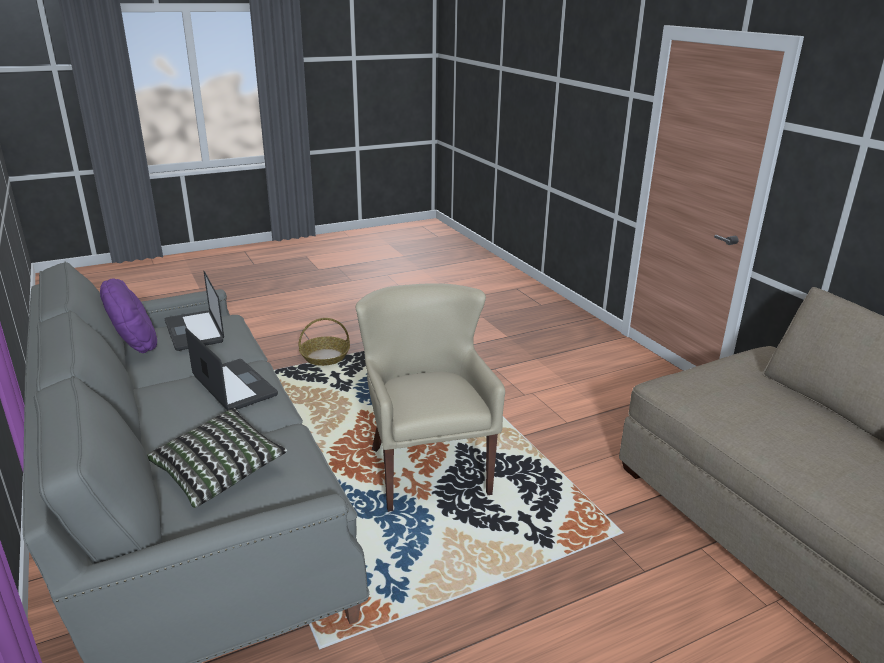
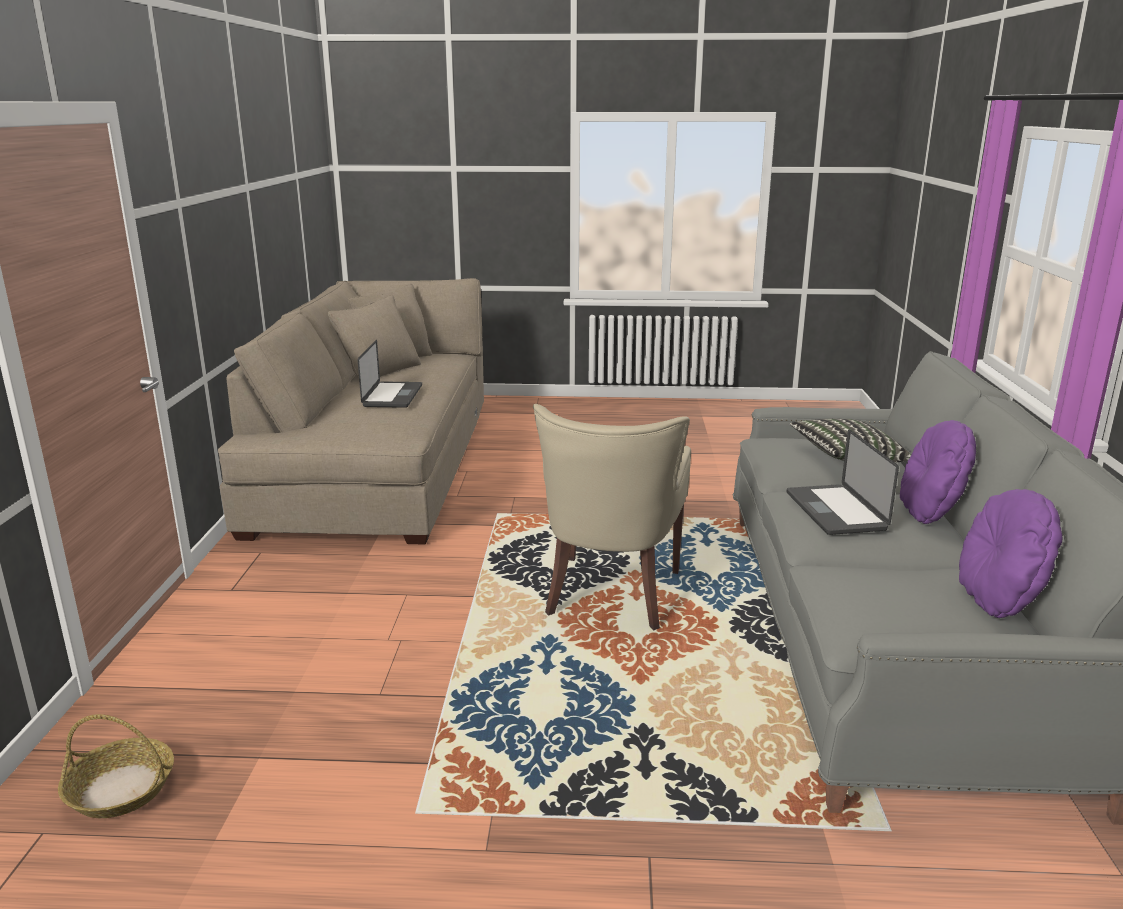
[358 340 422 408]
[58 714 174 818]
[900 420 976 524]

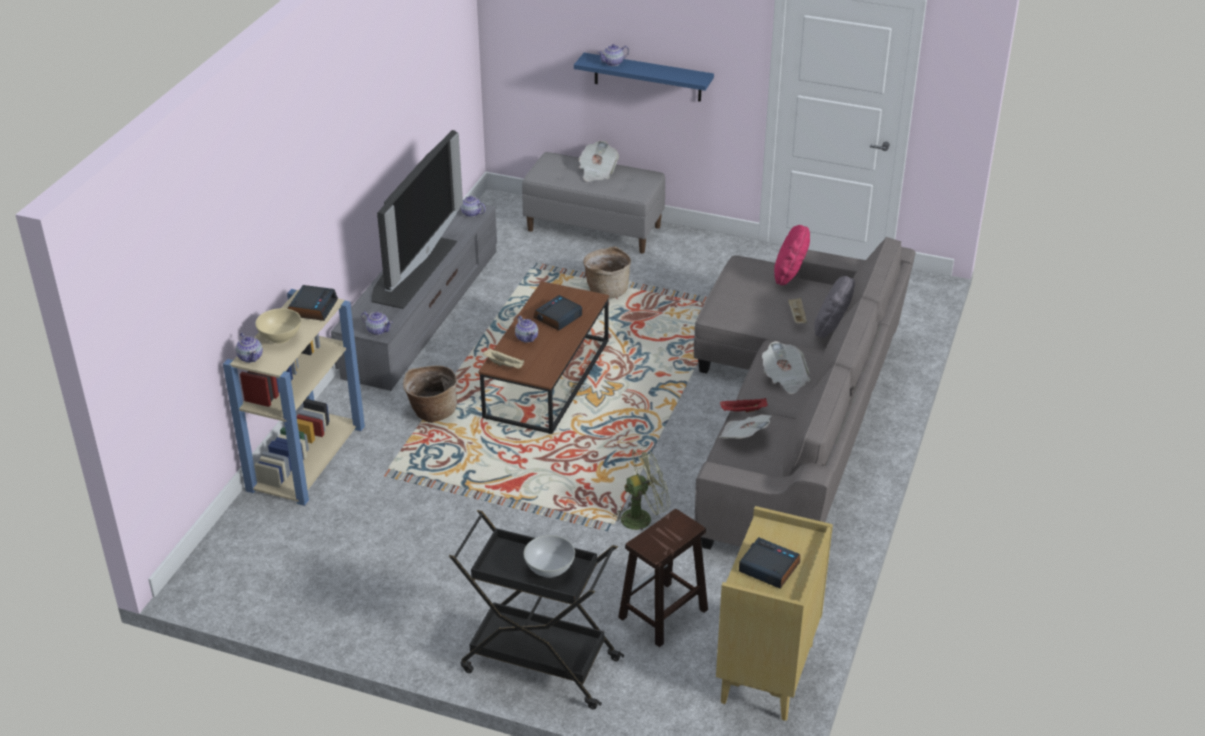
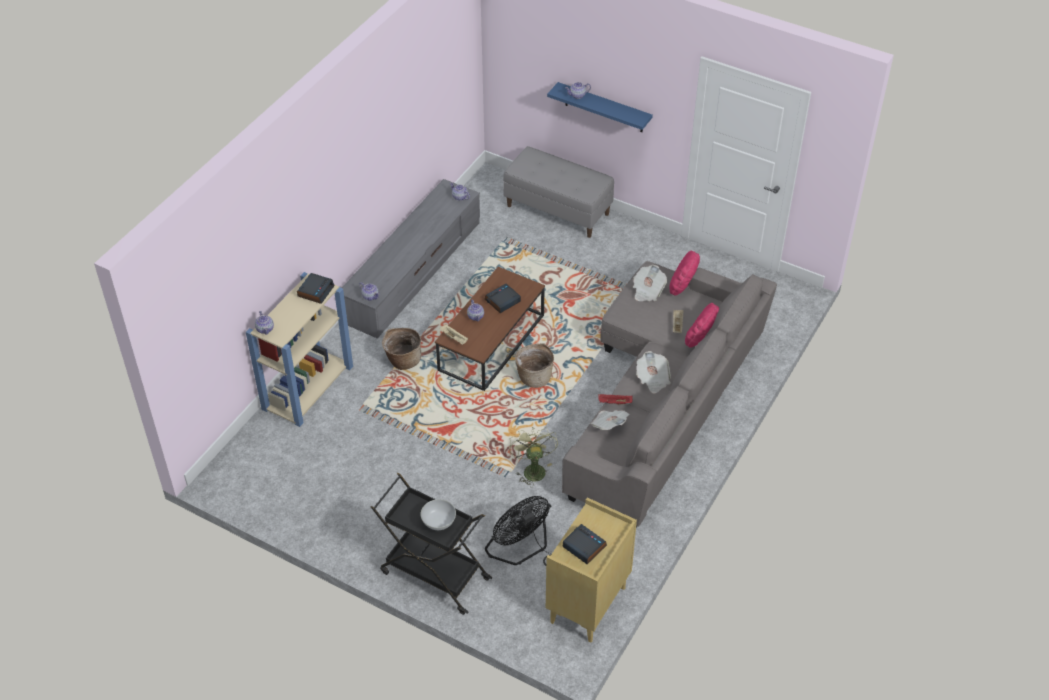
[372 130 463 309] (first image)
[633 265 667 301]
[515 343 554 388]
[685 303 719 347]
[255 308 301 343] (first image)
[509 427 558 487]
[485 496 552 566]

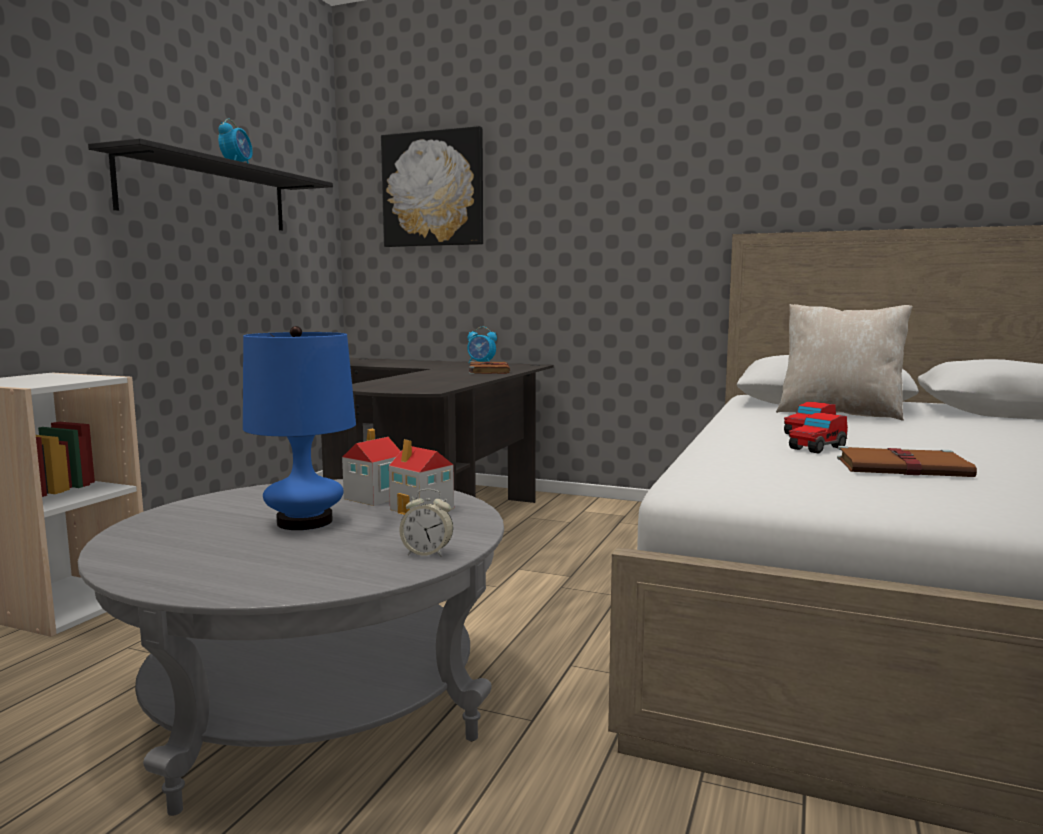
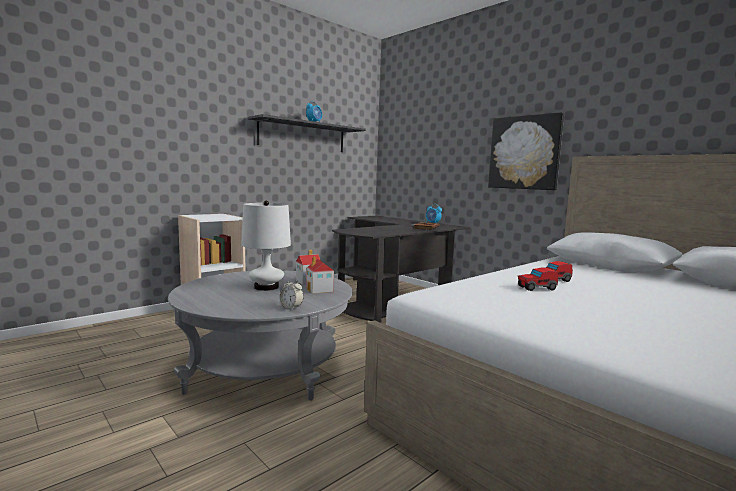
[488 112 564 190]
[776 304 913 421] (first image)
[241 201 291 291]
[837 446 977 477] (first image)

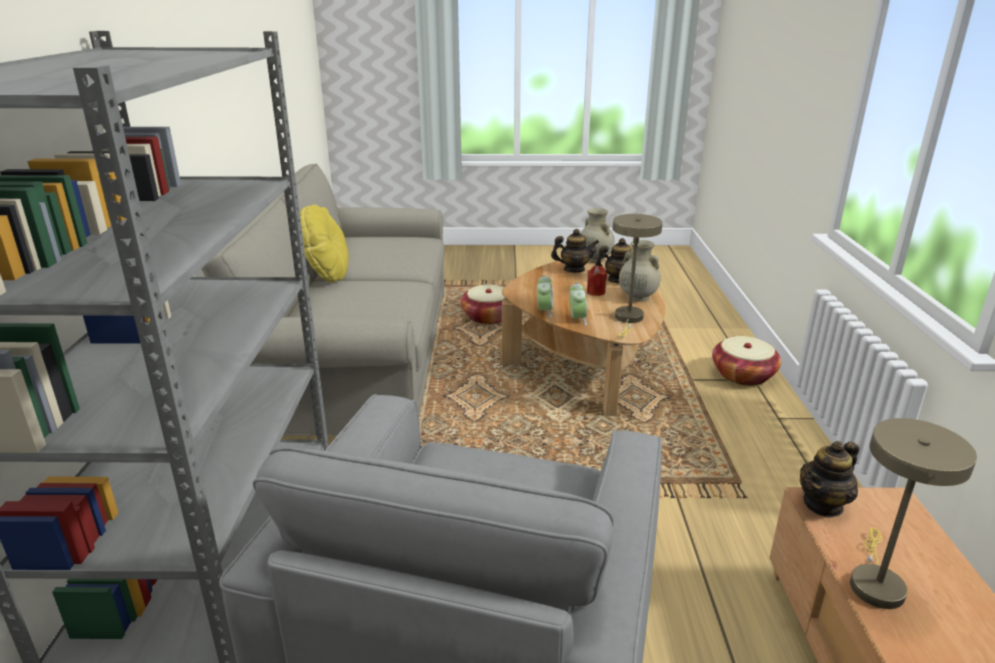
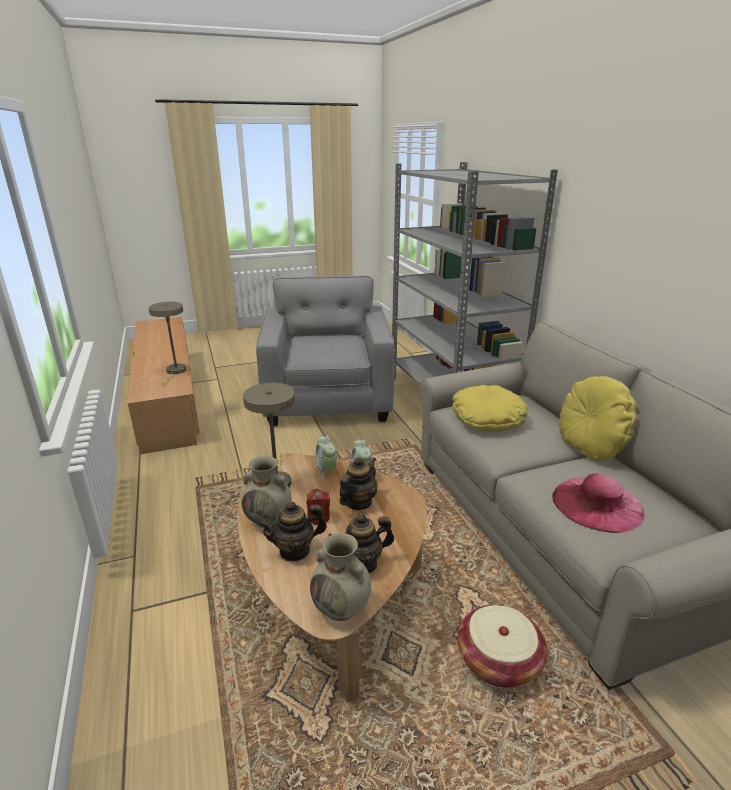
[712 336 781 386] (first image)
[339 457 377 510]
[452 385 528 432]
[552 474 645 533]

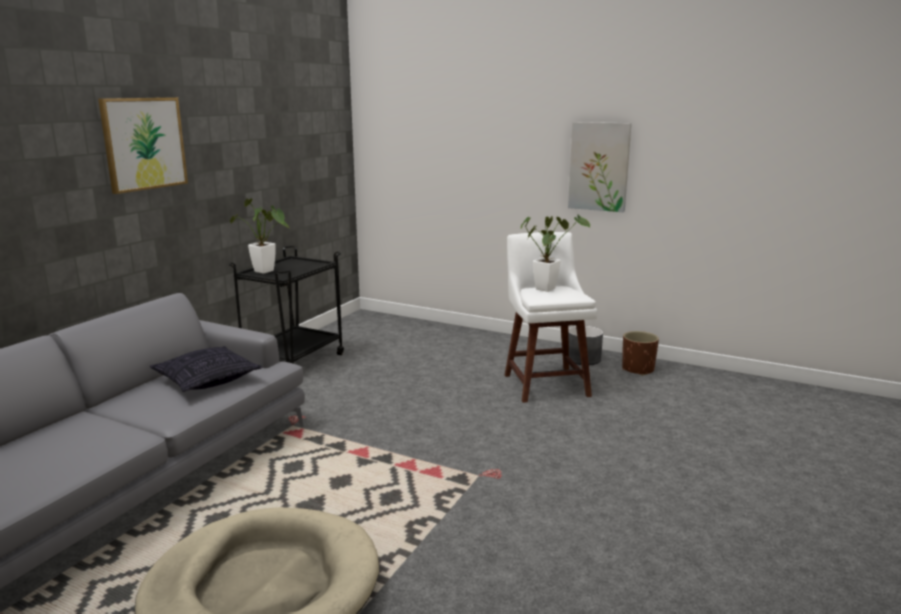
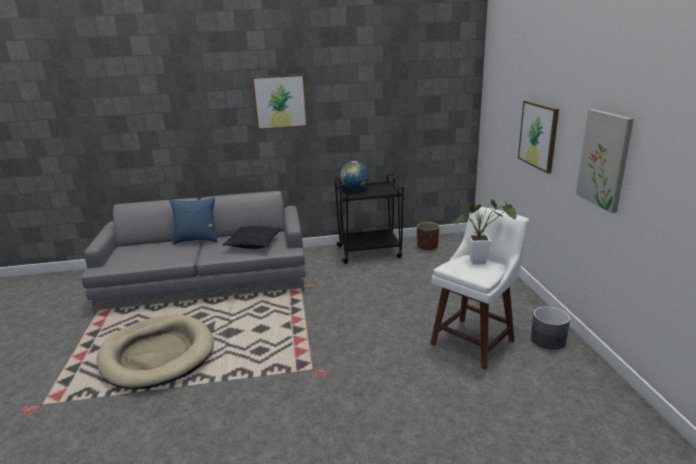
[340 161 369 190]
[417 222 440 250]
[518 100 559 174]
[169 197 218 244]

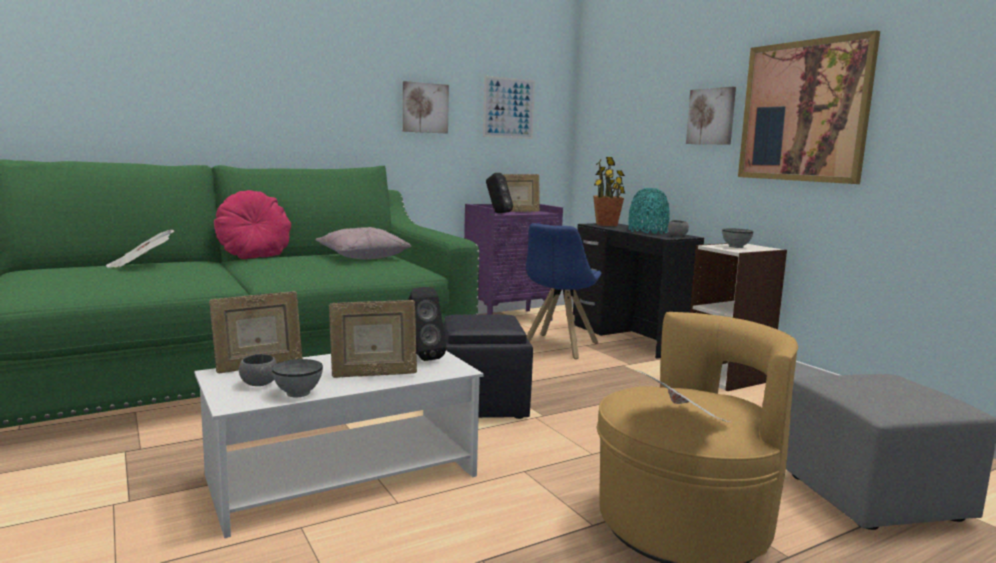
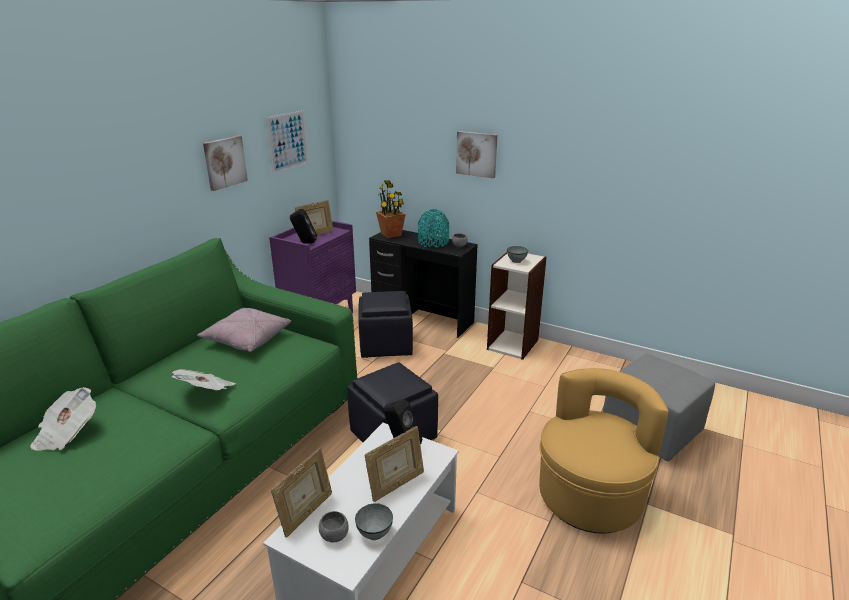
[738 30 880 184] (first image)
[214 190 291 259] (first image)
[358 291 413 358]
[171 369 236 390]

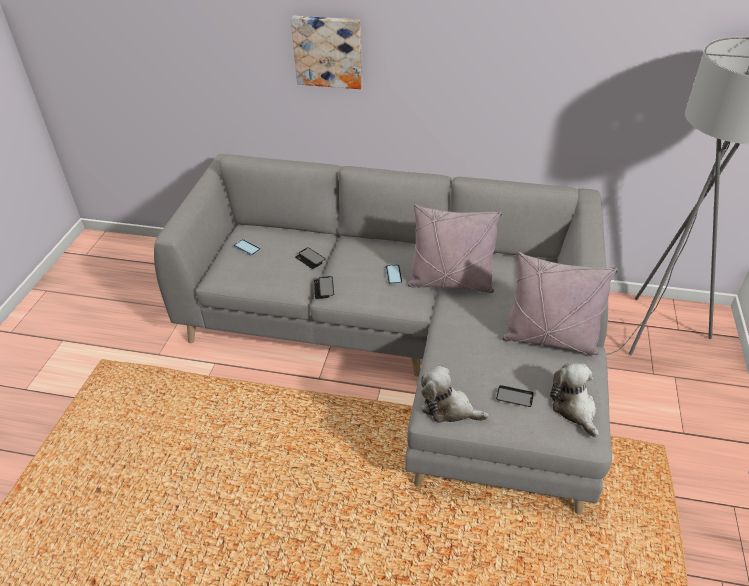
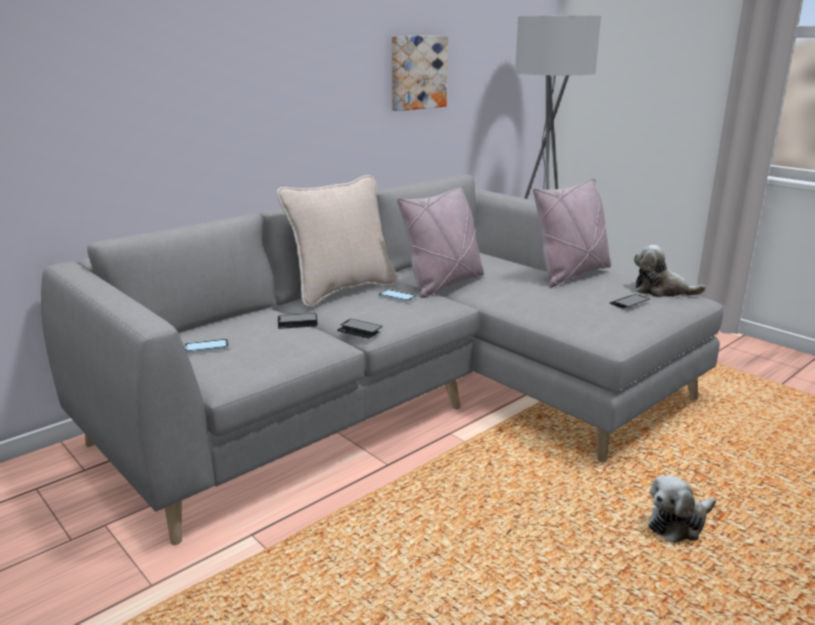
[392 36 448 111]
[648 475 716 543]
[277 175 397 307]

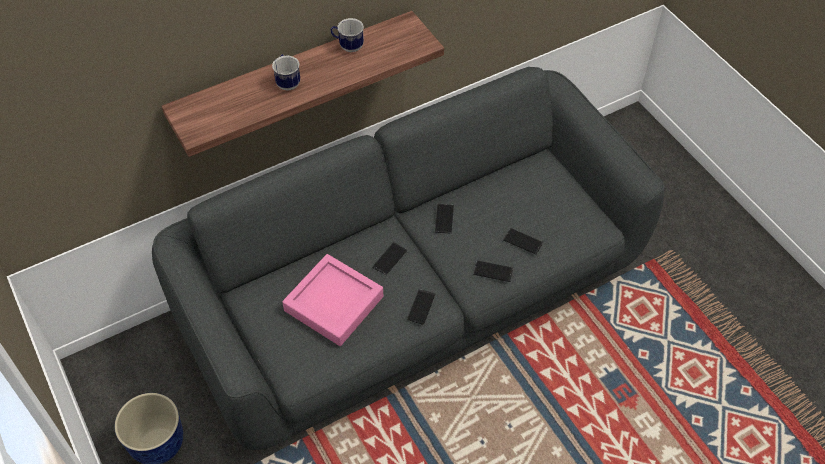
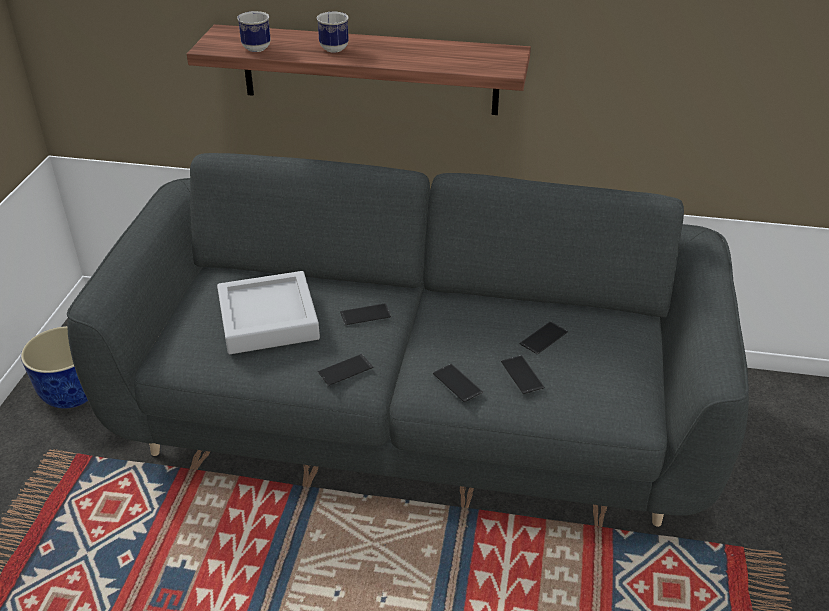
[237 11 271 52]
[519 321 568 355]
[217 271 320 354]

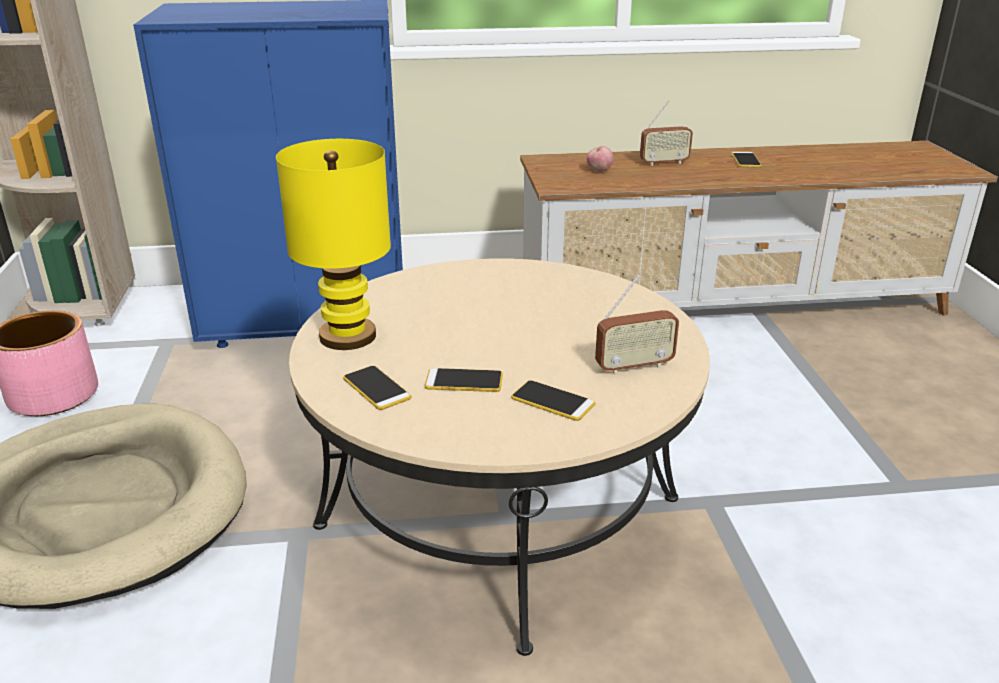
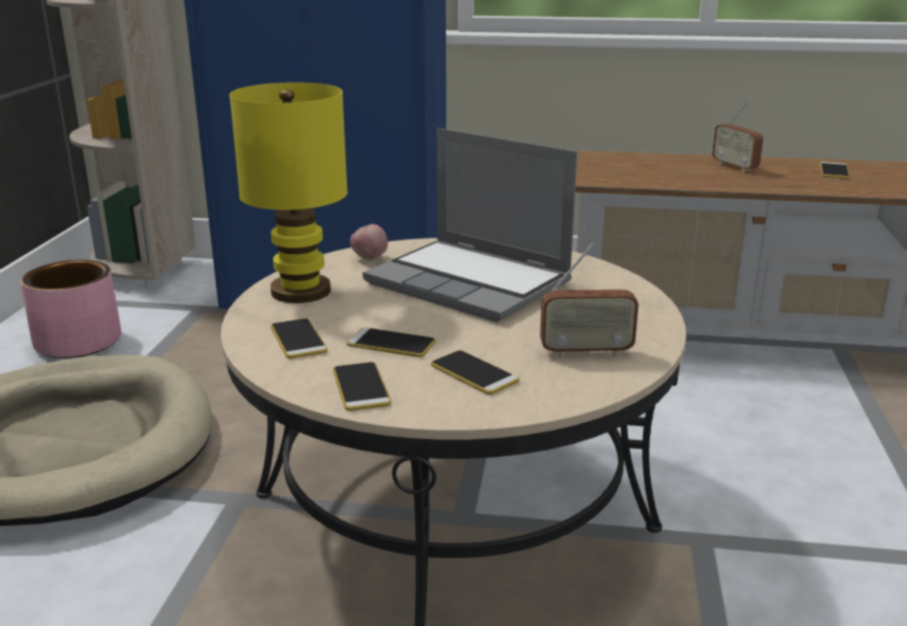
[712 98 763 172]
[350 224 388 260]
[363 128 577 322]
[333 362 391 411]

